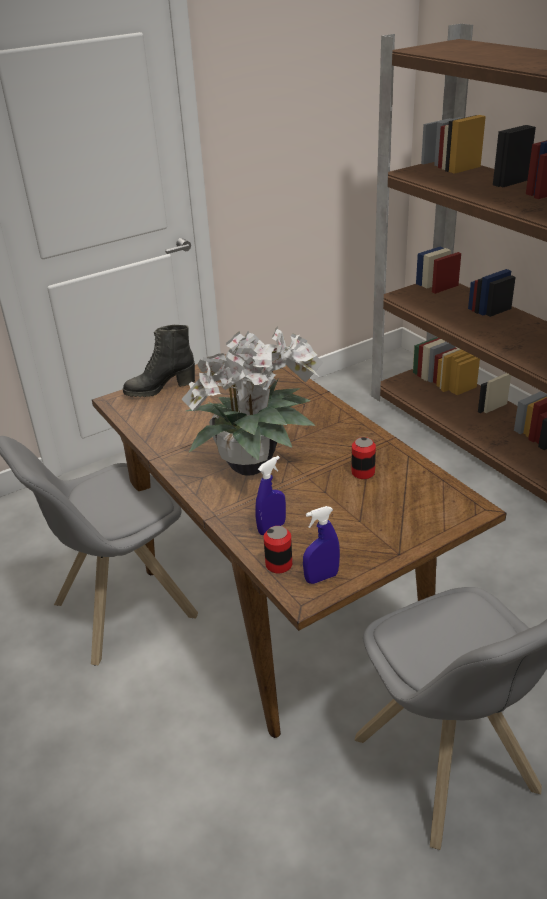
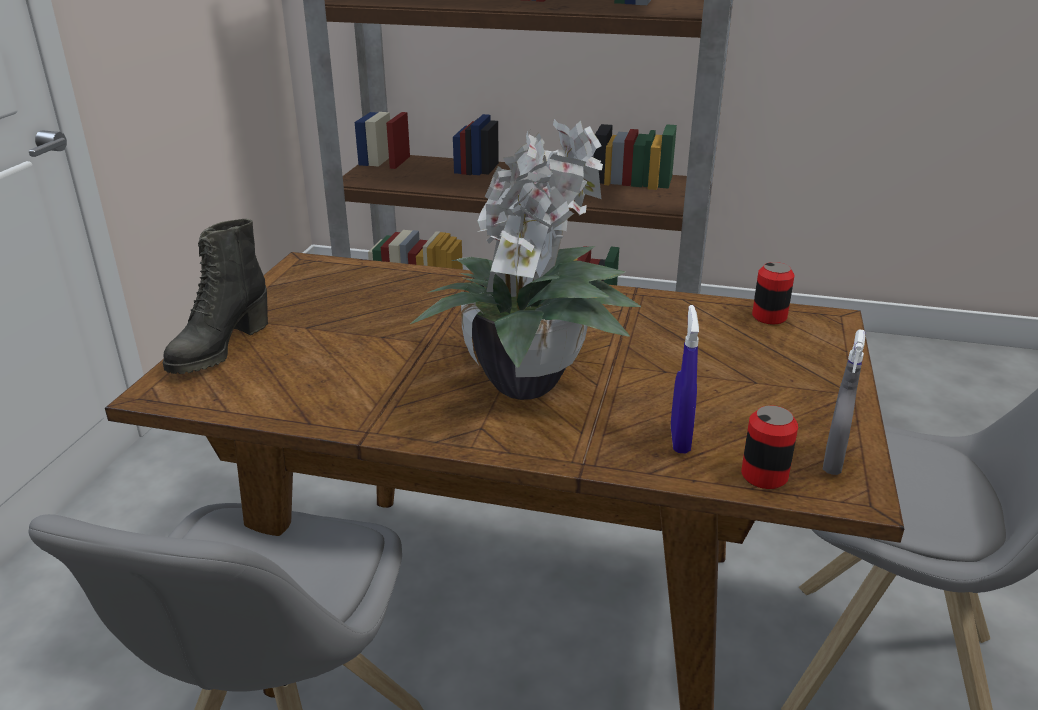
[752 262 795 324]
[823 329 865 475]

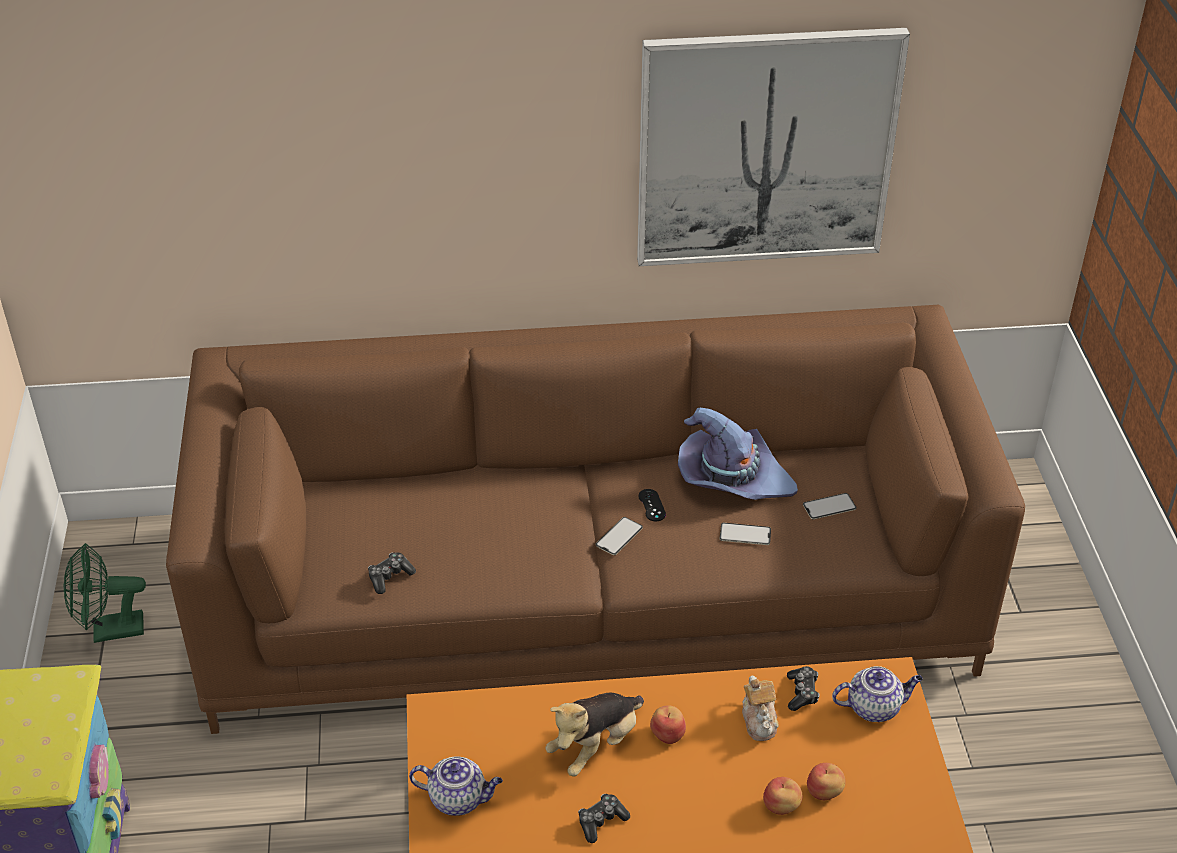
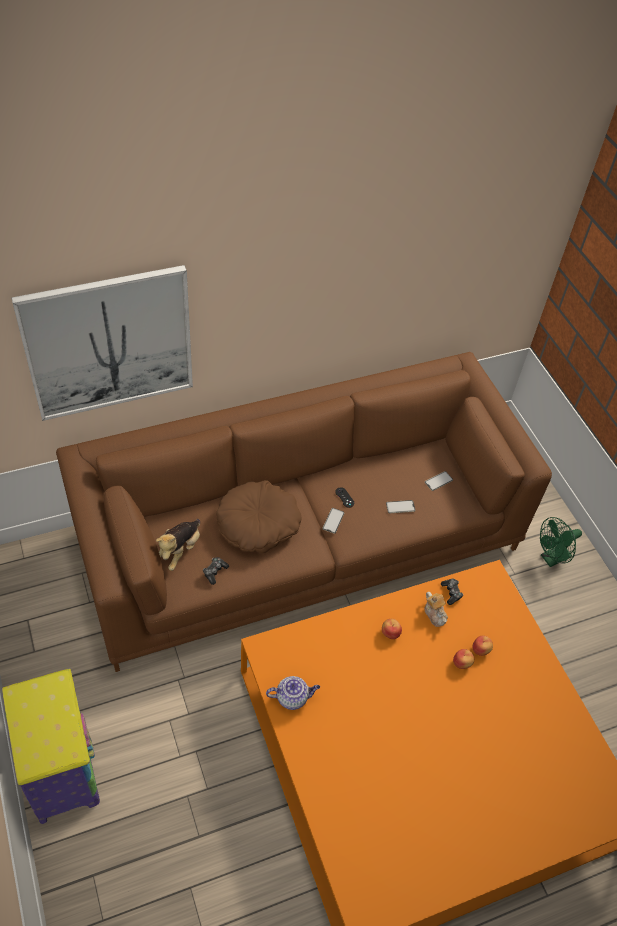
[11 265 193 421]
[678 408 798 500] (first image)
[540 517 582 567]
[832 666 923 722] (first image)
[156 519 200 571]
[578 794 630 843] (first image)
[216 480 301 553]

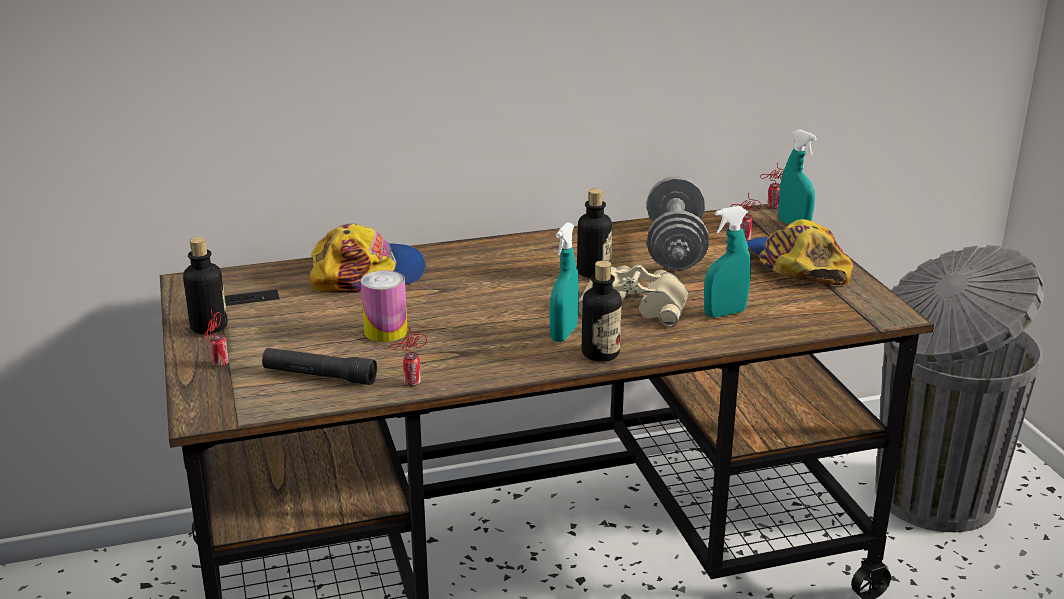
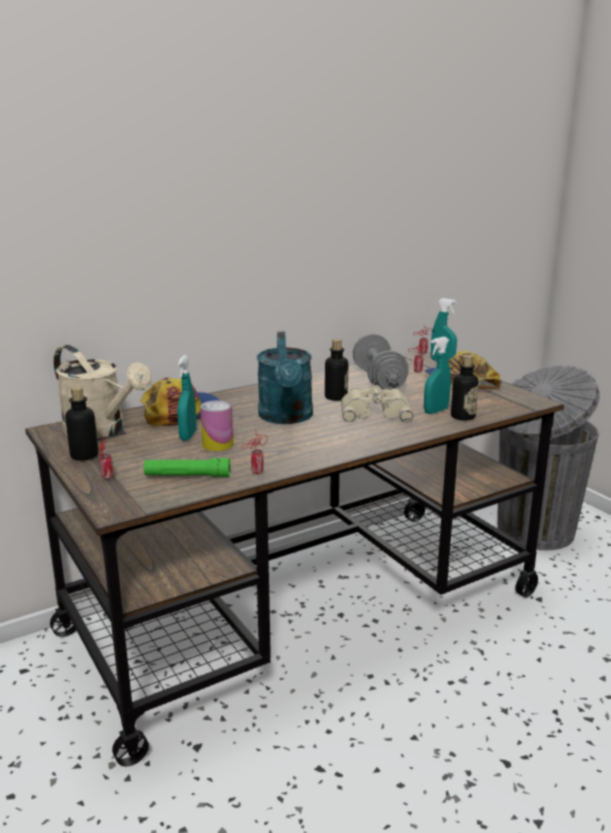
[177 355 196 441]
[451 355 479 421]
[144 458 230 477]
[257 332 313 424]
[53 345 152 439]

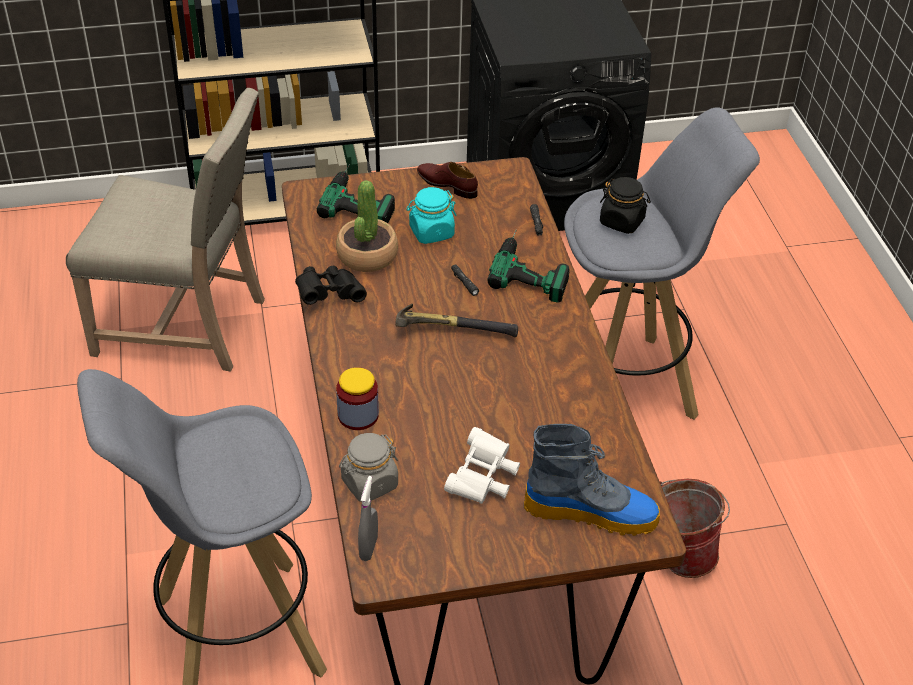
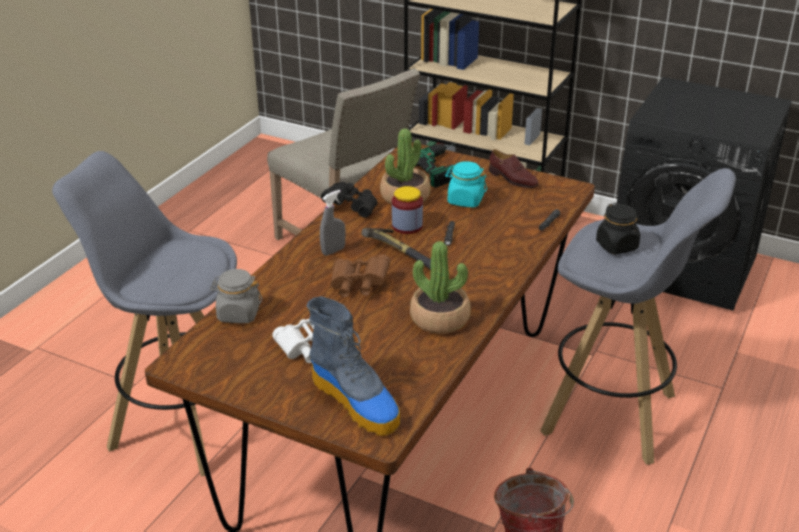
[489 149 539 188]
[487 229 570 303] (first image)
[392 186 423 234]
[320 190 346 256]
[410 241 470 334]
[330 254 391 297]

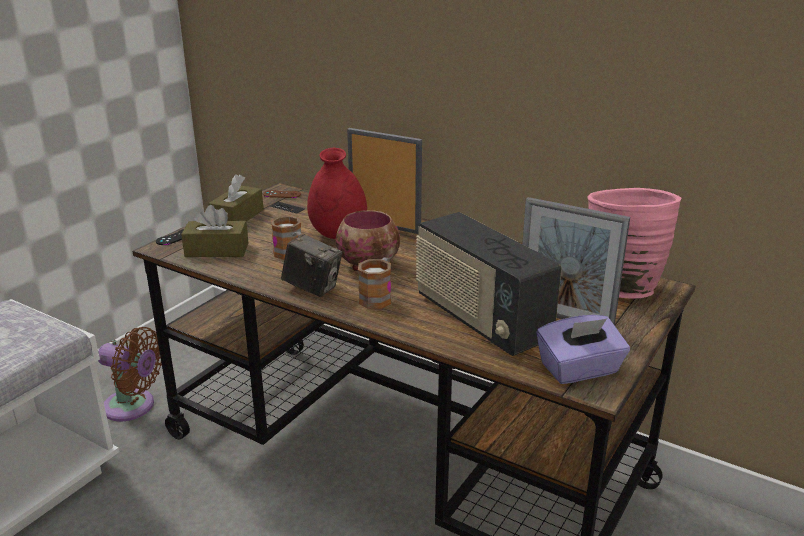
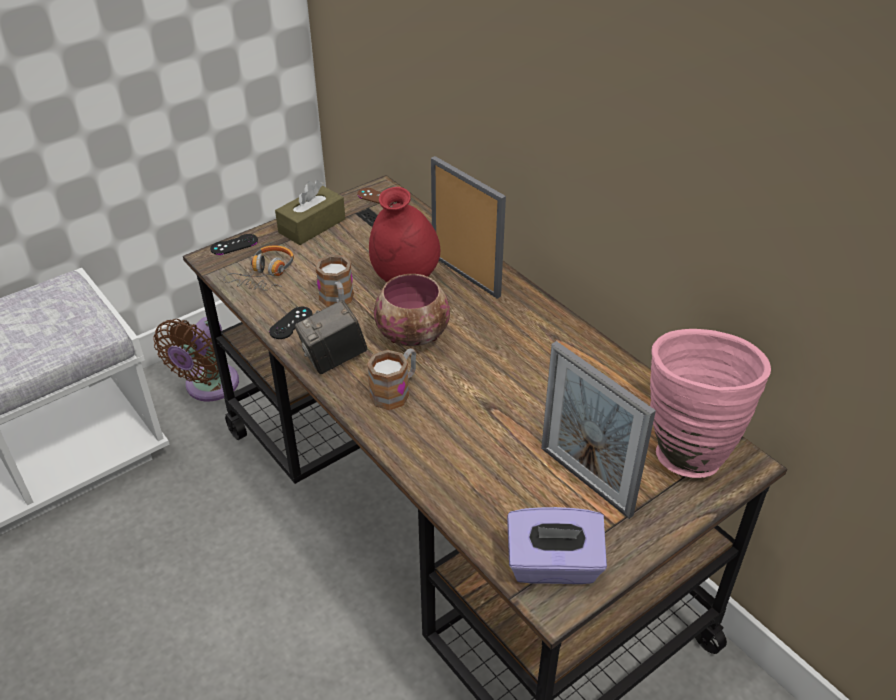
[224 245 294 290]
[416 212 562 356] (first image)
[295 300 367 374]
[153 317 239 402]
[269 307 313 339]

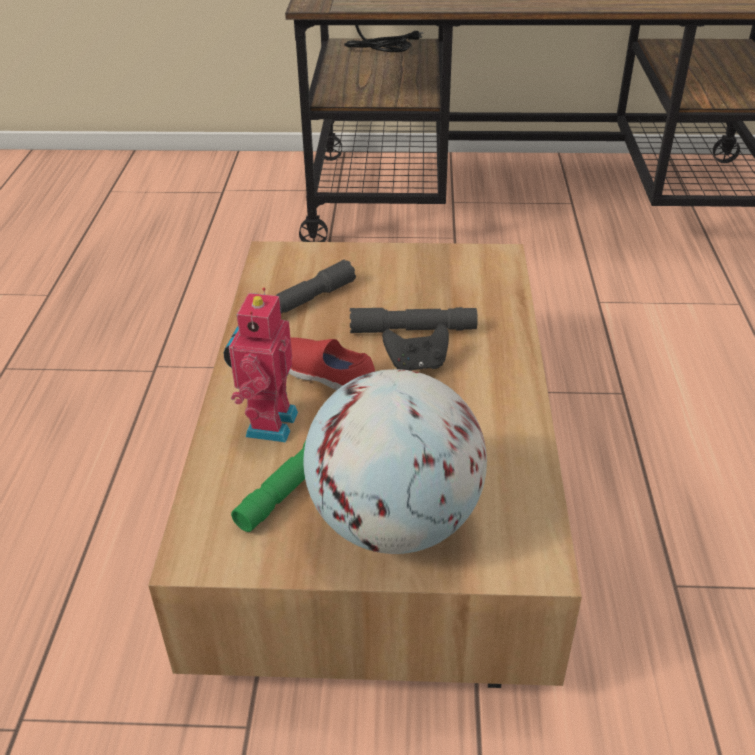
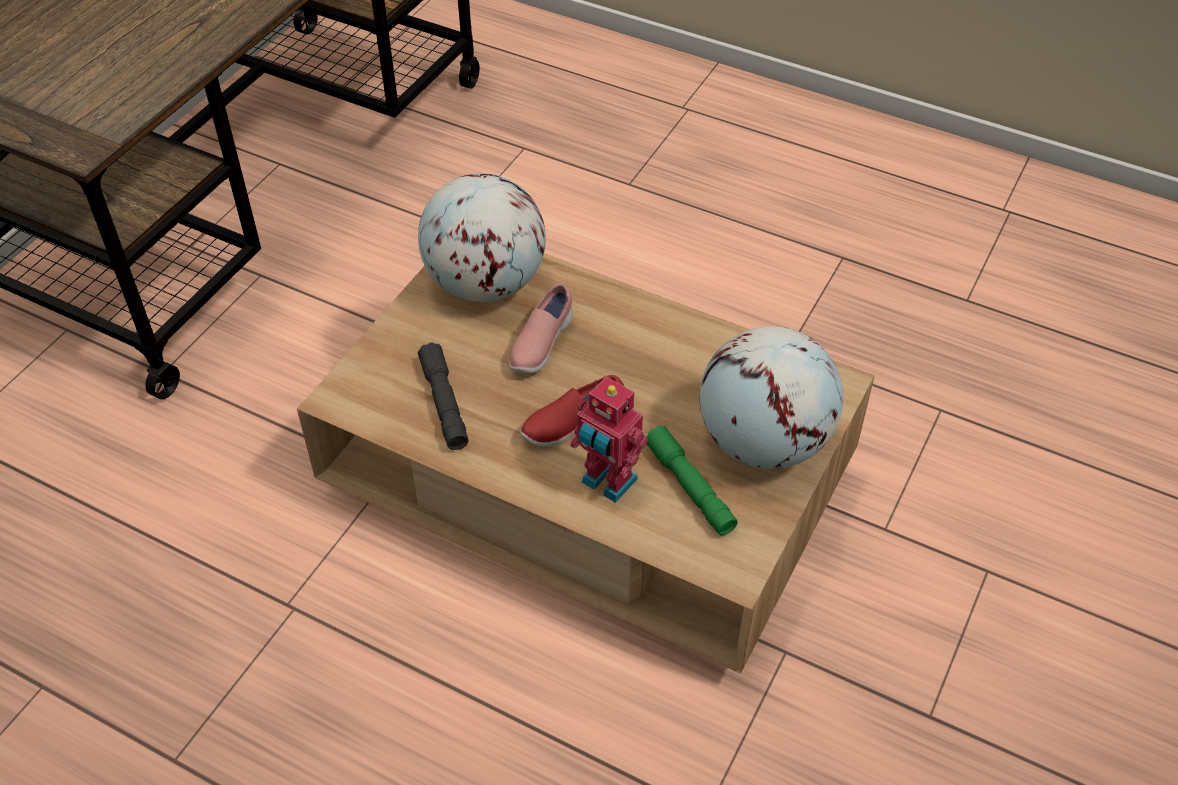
[509 283 573 373]
[382 323 449 371] (first image)
[418 173 546 302]

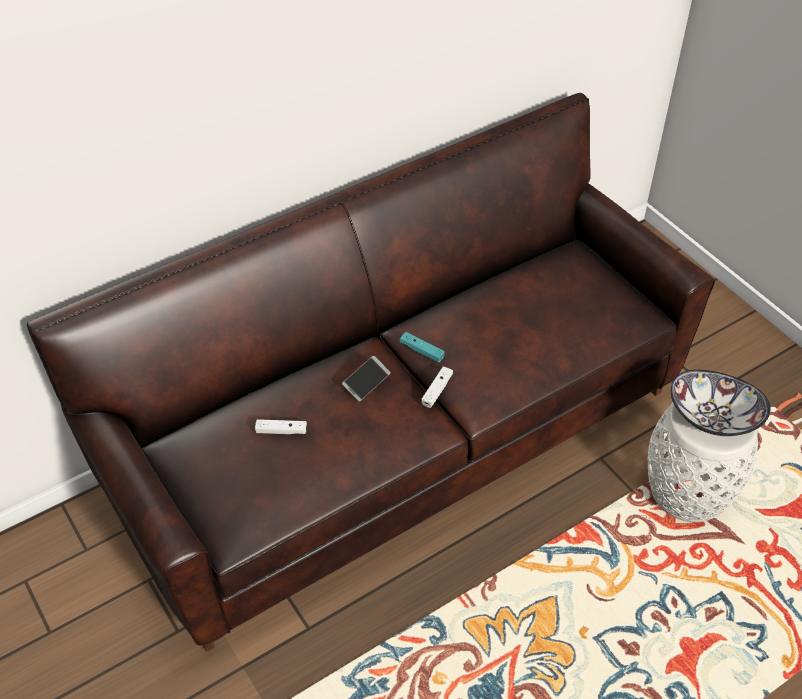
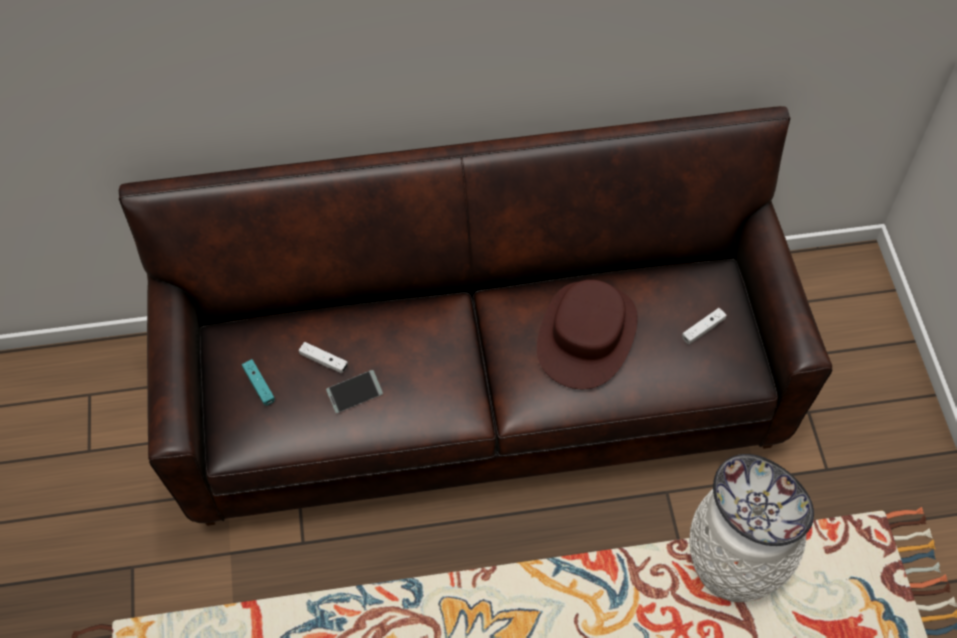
[242 359 275 406]
[326 370 383 413]
[682 308 727 344]
[537 280 638 389]

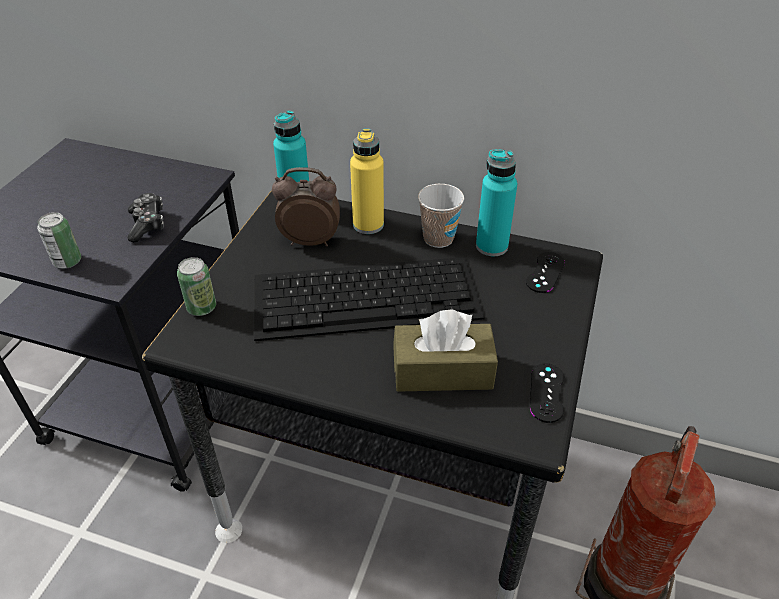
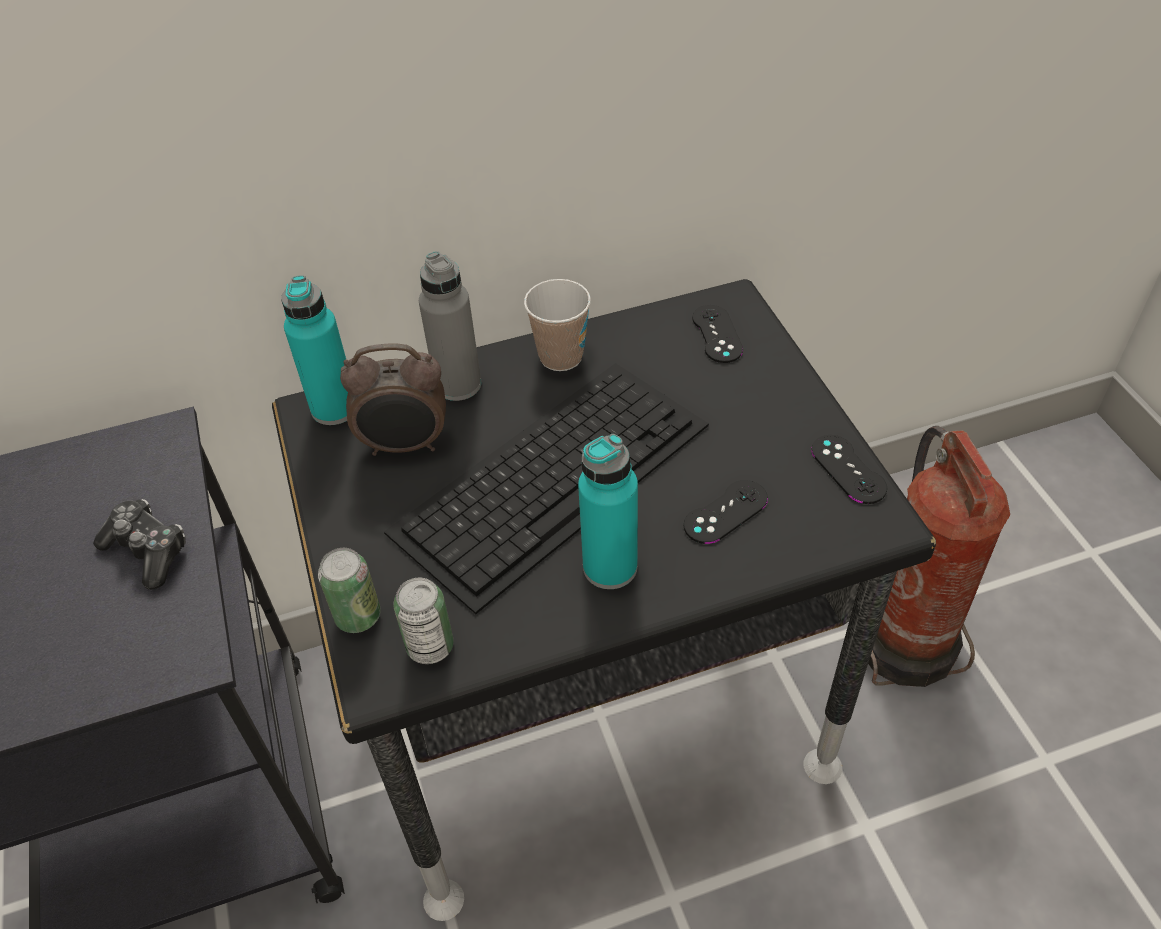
[419 251 481 401]
[578 434 638 589]
[340 343 446 456]
[394 578 454 664]
[684 480 768 544]

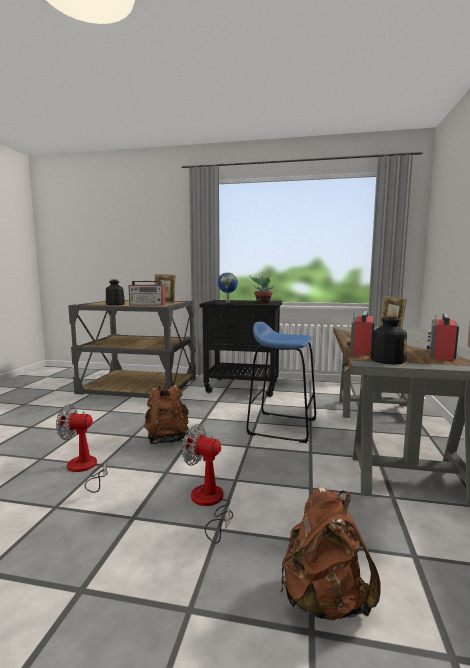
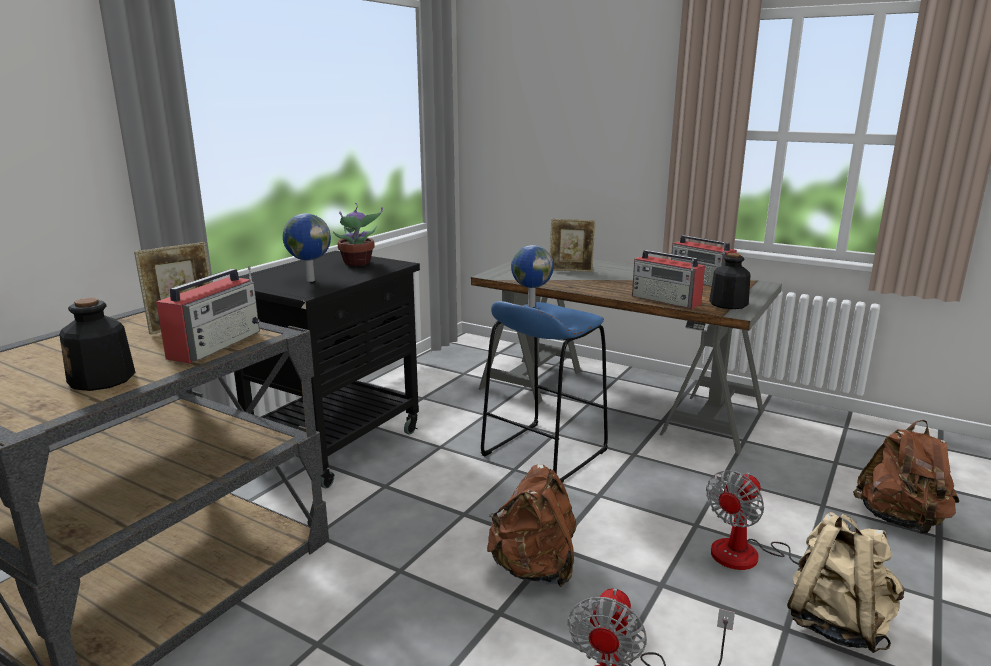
[511 245 554 307]
[787 512 904 653]

